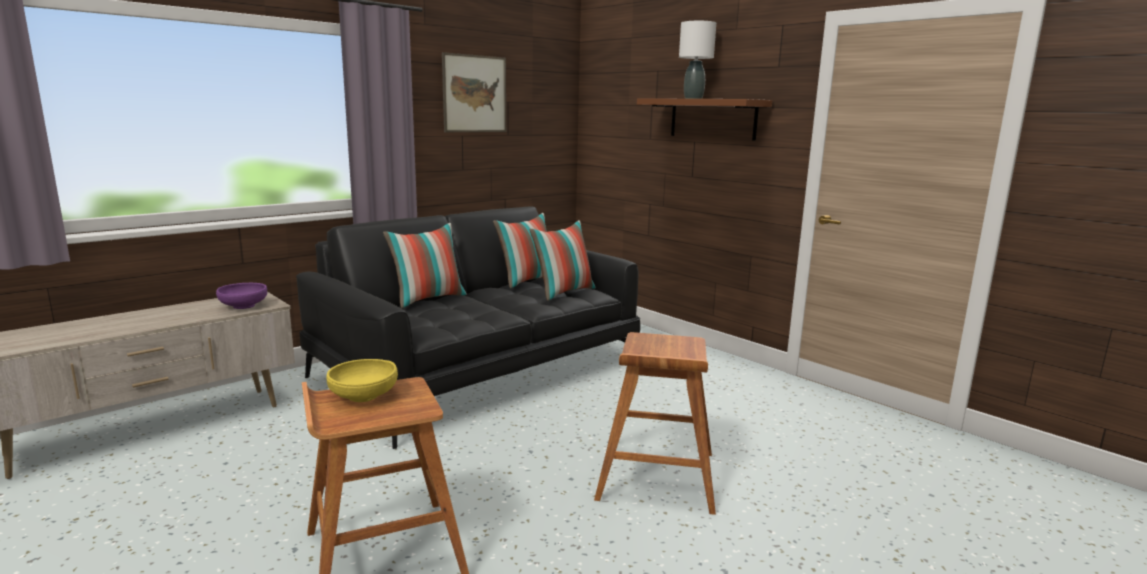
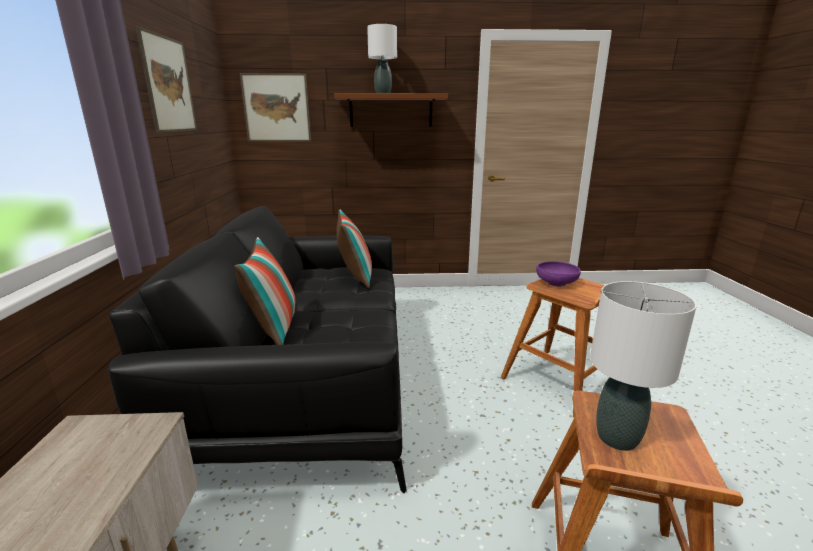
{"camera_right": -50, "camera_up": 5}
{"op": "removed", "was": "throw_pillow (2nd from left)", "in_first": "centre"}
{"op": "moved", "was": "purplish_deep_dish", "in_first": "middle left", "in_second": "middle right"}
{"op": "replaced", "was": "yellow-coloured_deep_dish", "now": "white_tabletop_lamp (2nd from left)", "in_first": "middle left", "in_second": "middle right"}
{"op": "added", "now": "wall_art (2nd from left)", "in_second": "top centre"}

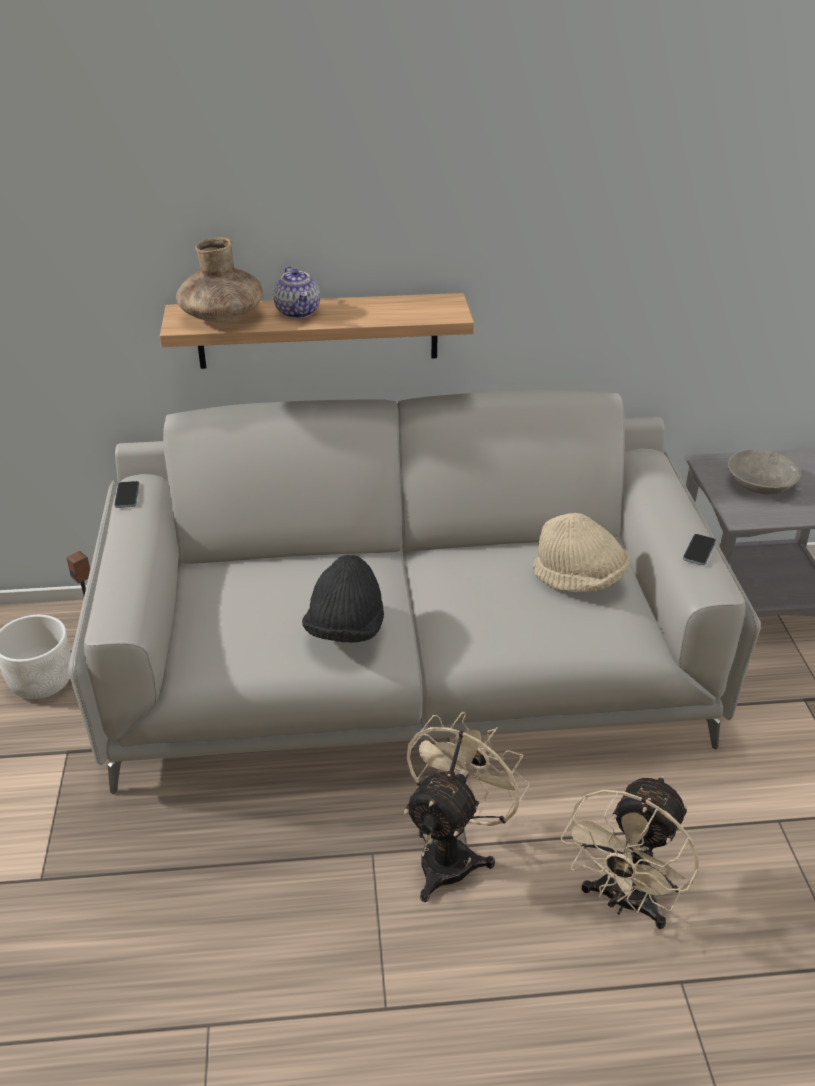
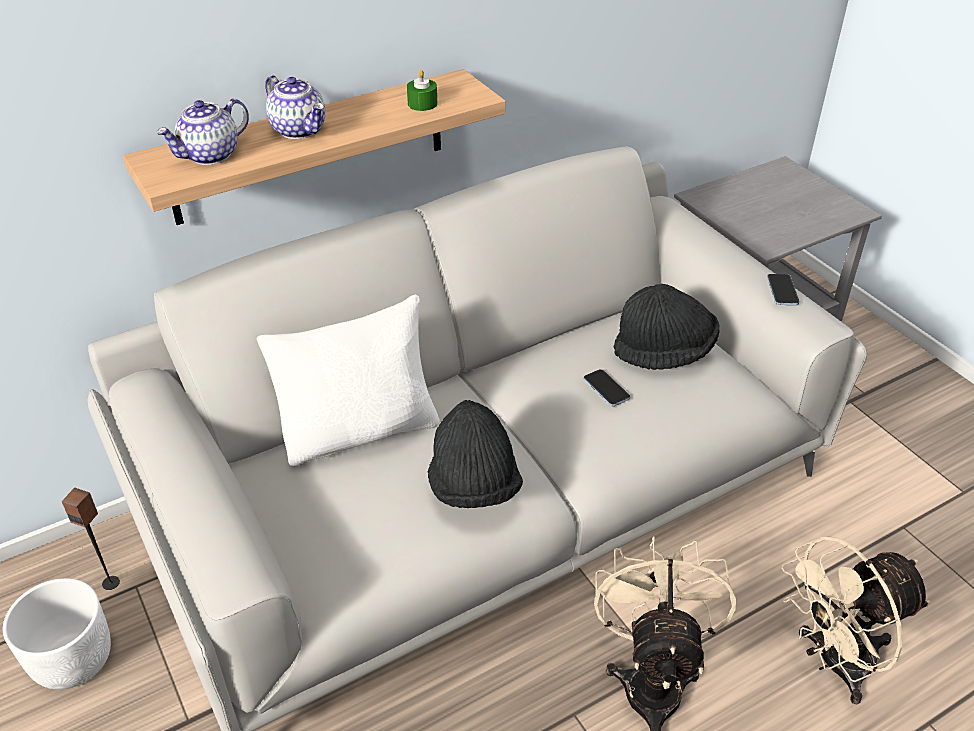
{"camera_right": -25, "camera_up": 5}
{"op": "replaced", "was": "brown_vase", "now": "teapot (1st from left)", "in_first": "top left", "in_second": "top left"}
{"op": "removed", "was": "grey_deep_dish", "in_first": "middle right"}
{"op": "moved", "was": "telephone (1st from left)", "in_first": "middle left", "in_second": "centre"}
{"op": "recoloured", "was": "sand-coloured_hat", "now": "black_hat (2nd from left)", "in_first": "middle right", "in_second": "middle right"}
{"op": "turned", "was": "sand-coloured_cooling_fan (2nd from left)", "in_first": "bottom right", "in_second": "bottom right", "clockwise": 60}
{"op": "added", "now": "greenish_wax_light", "in_second": "top centre"}
{"op": "added", "now": "white_throw_pillow", "in_second": "centre"}

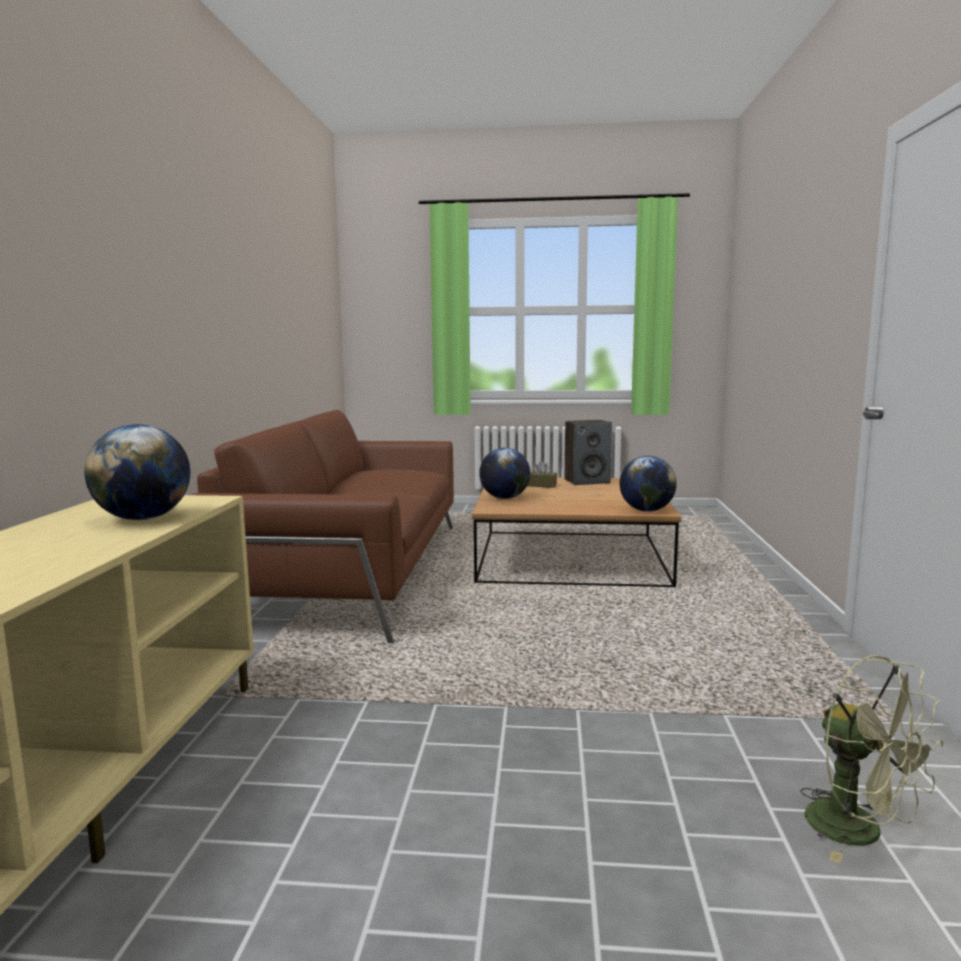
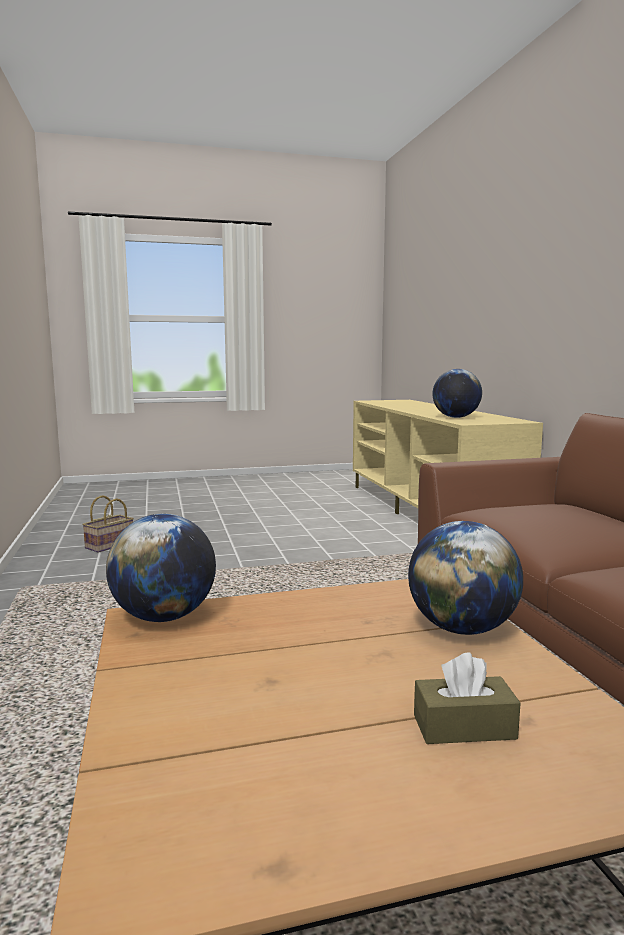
{"camera_right": 160, "camera_up": 0}
{"op": "removed", "was": "speaker", "in_first": "centre"}
{"op": "replaced", "was": "greenish_cooling_fan", "now": "household_basket", "in_first": "bottom right", "in_second": "middle left"}

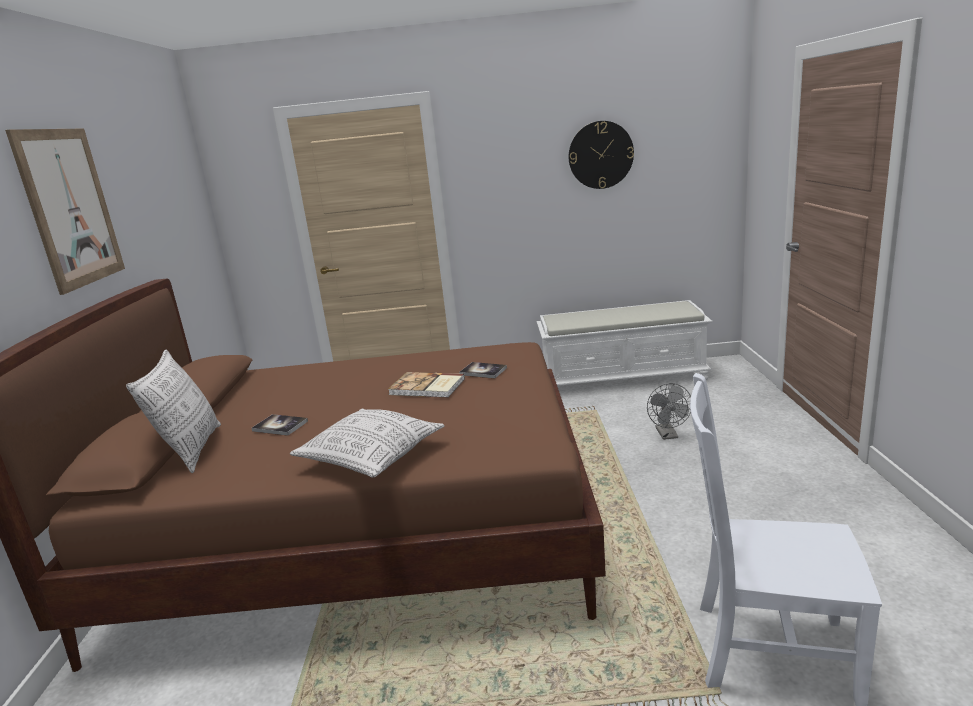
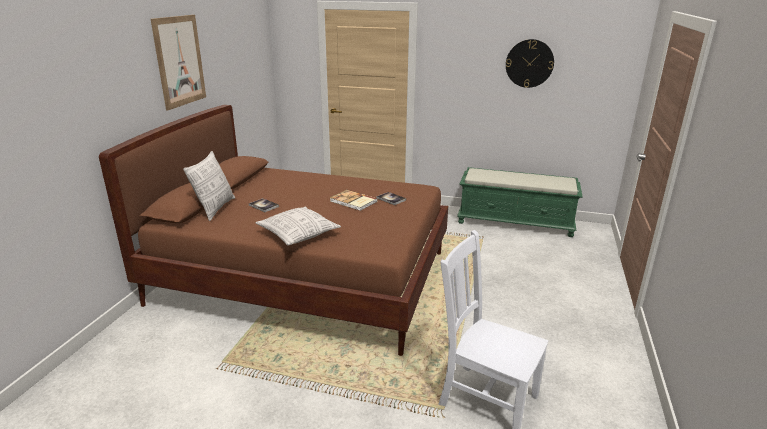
{"camera_right": 15, "camera_up": 5}
{"op": "recoloured", "was": "white_indoor_bench", "now": "greenish_indoor_bench", "in_first": "centre", "in_second": "middle right"}
{"op": "removed", "was": "grey_cooling_fan", "in_first": "middle right"}

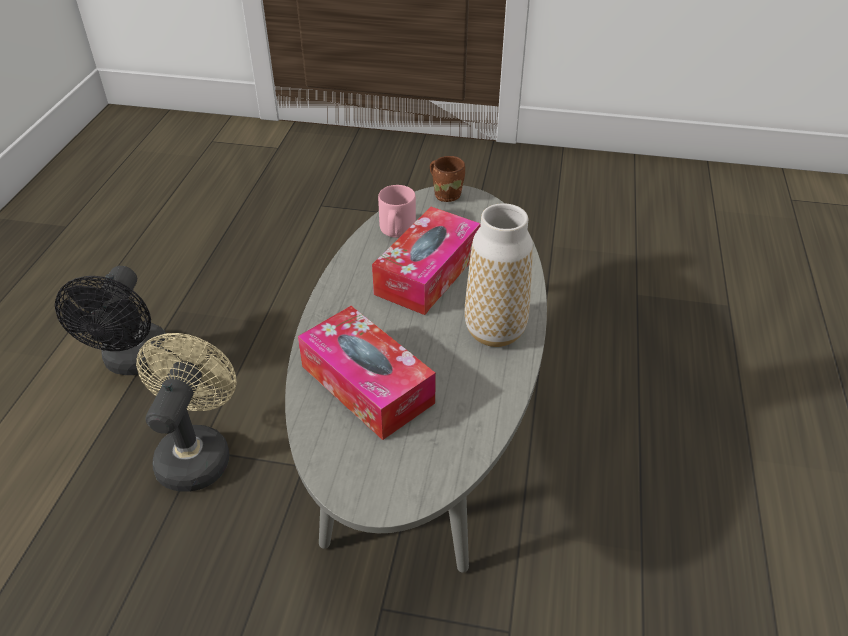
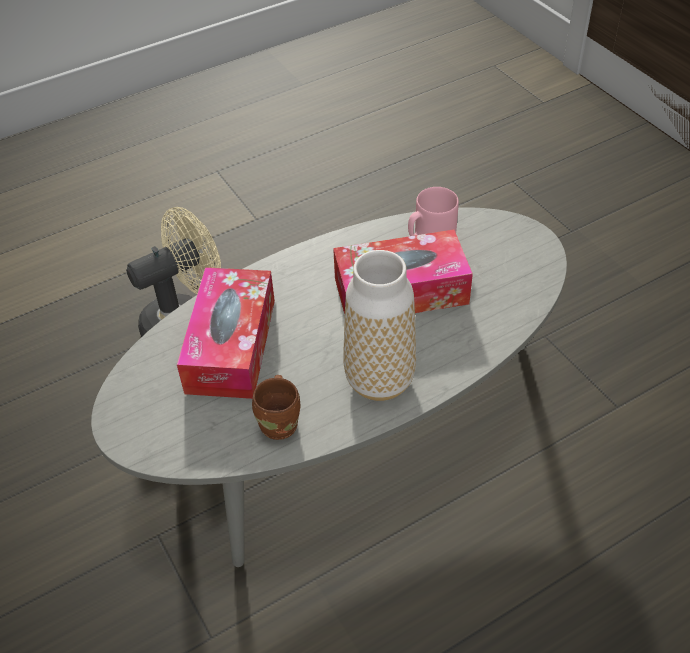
{"camera_right": 50, "camera_up": 5}
{"op": "moved", "was": "brown_mug", "in_first": "top centre", "in_second": "centre"}
{"op": "removed", "was": "black_cooling_fan", "in_first": "middle left"}

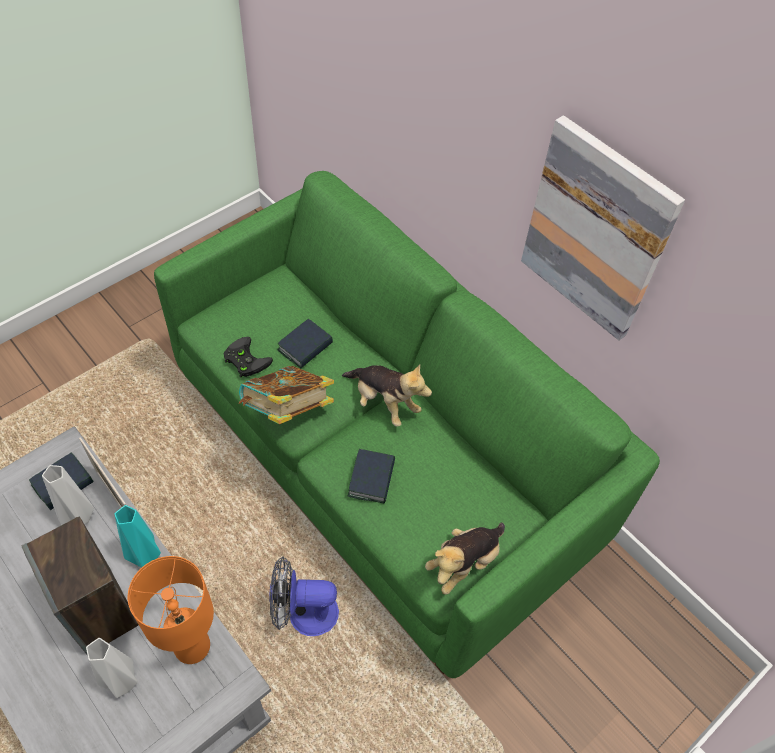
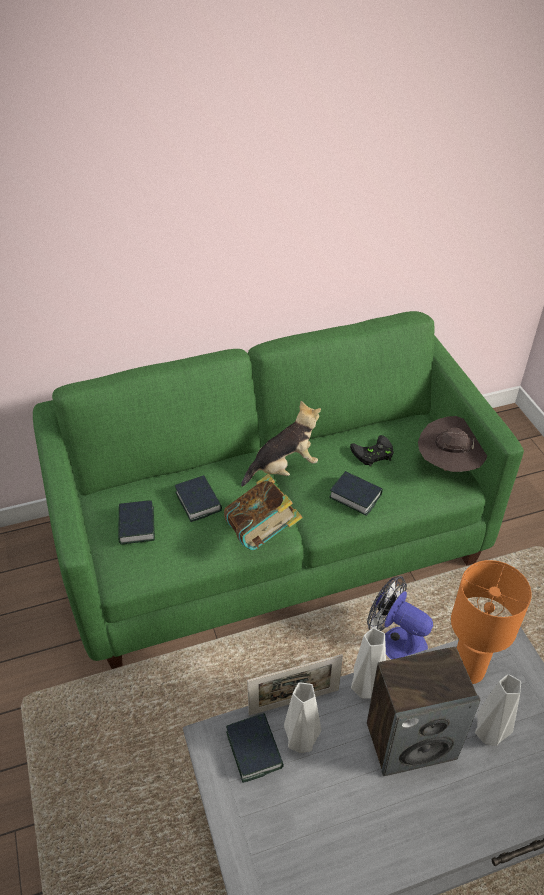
{"camera_right": -65, "camera_up": -10}
{"op": "removed", "was": "wall_art", "in_first": "top right"}
{"op": "moved", "was": "black_game_controller", "in_first": "middle left", "in_second": "middle right"}
{"op": "recoloured", "was": "turquoise-coloured_vase", "now": "grey_vase (2nd from left)", "in_first": "bottom left", "in_second": "bottom right"}
{"op": "replaced", "was": "soft_toy (2nd from left)", "now": "brown_hat", "in_first": "bottom centre", "in_second": "middle right"}
{"op": "turned", "was": "cooling_fan", "in_first": "bottom centre", "in_second": "bottom right", "clockwise": 105}
{"op": "added", "now": "book (1st from left)", "in_second": "middle left"}

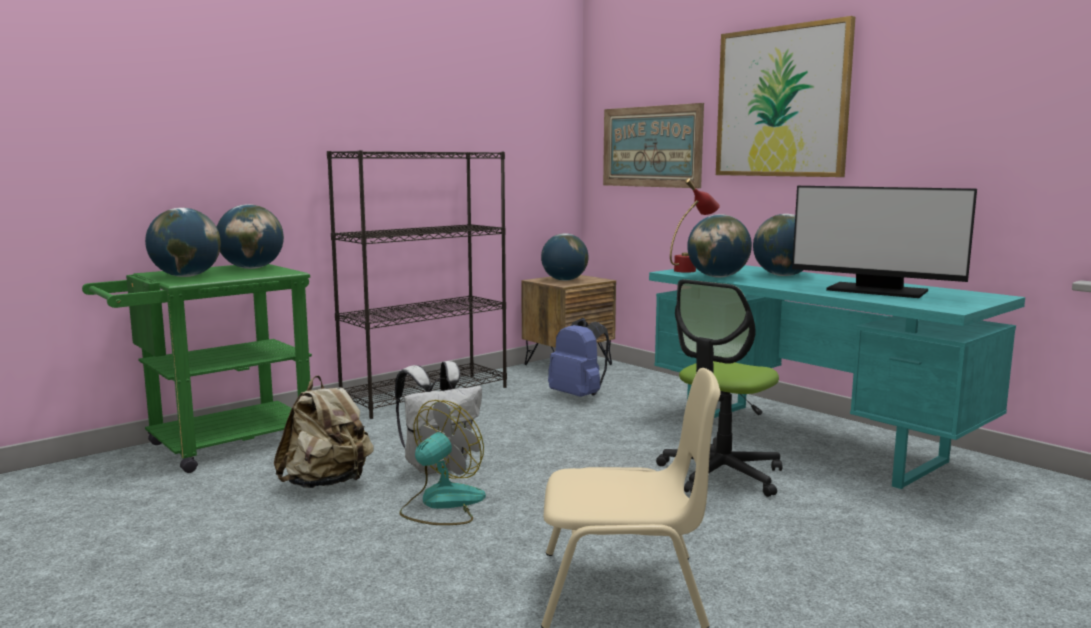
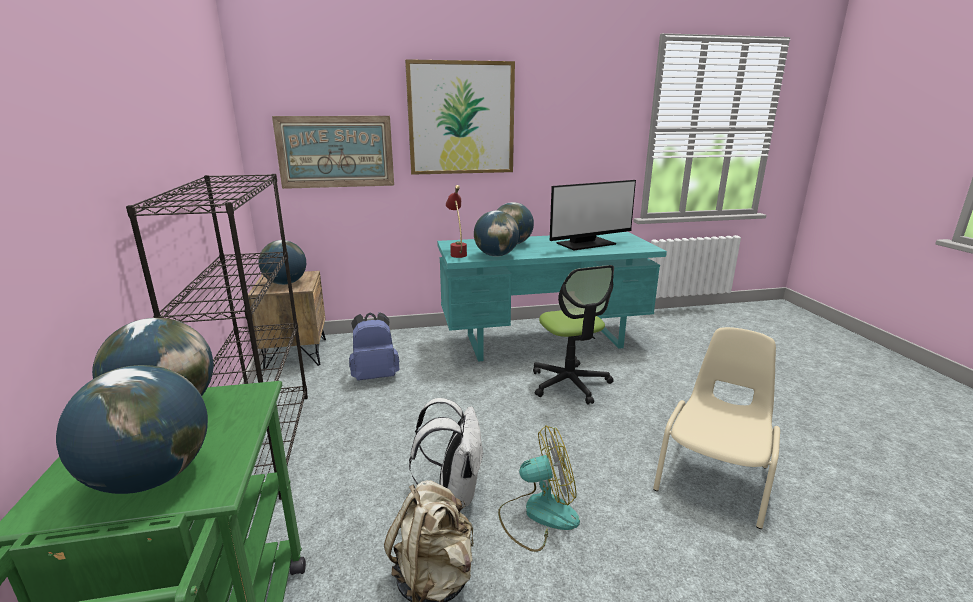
{"camera_right": -60, "camera_up": 10}
{"op": "turned", "was": "cooling_fan", "in_first": "bottom centre", "in_second": "bottom centre", "clockwise": 105}

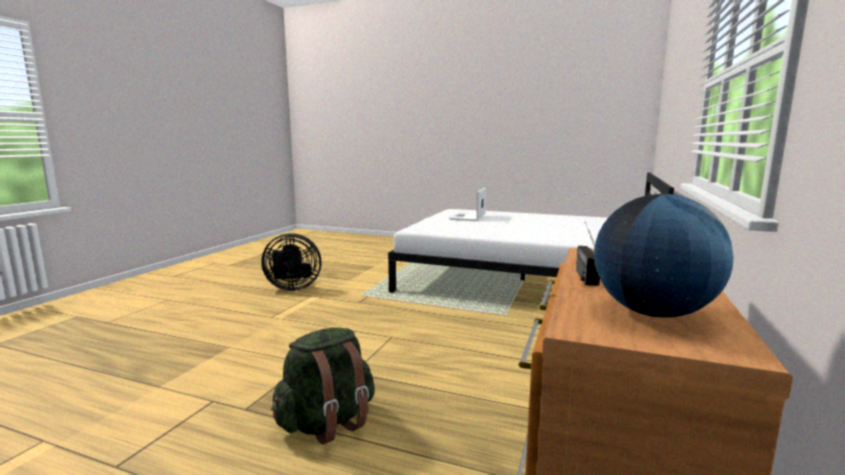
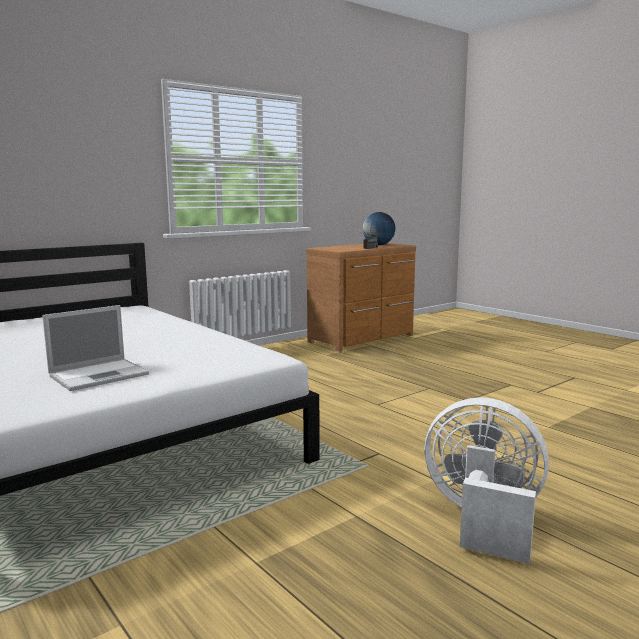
{"camera_right": -150, "camera_up": 0}
{"op": "recoloured", "was": "black_cooling_fan", "now": "white_cooling_fan", "in_first": "centre", "in_second": "bottom right"}
{"op": "removed", "was": "greenish_rucksack", "in_first": "bottom centre"}

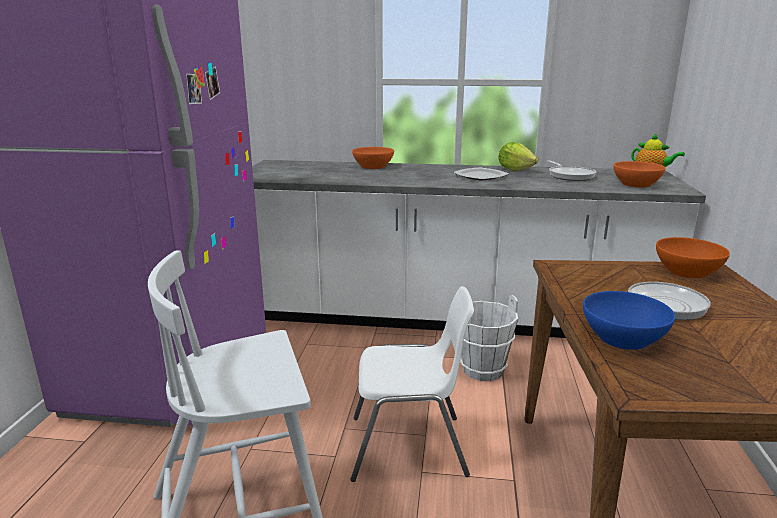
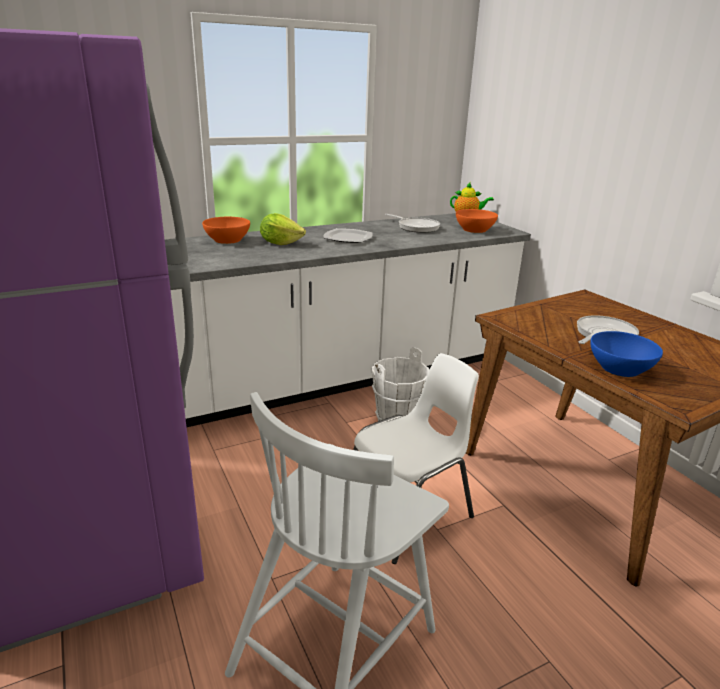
{"camera_right": -35, "camera_up": 5}
{"op": "moved", "was": "lettuce", "in_first": "top right", "in_second": "top centre"}
{"op": "removed", "was": "orange_deep_dish (3rd from left)", "in_first": "middle right"}

